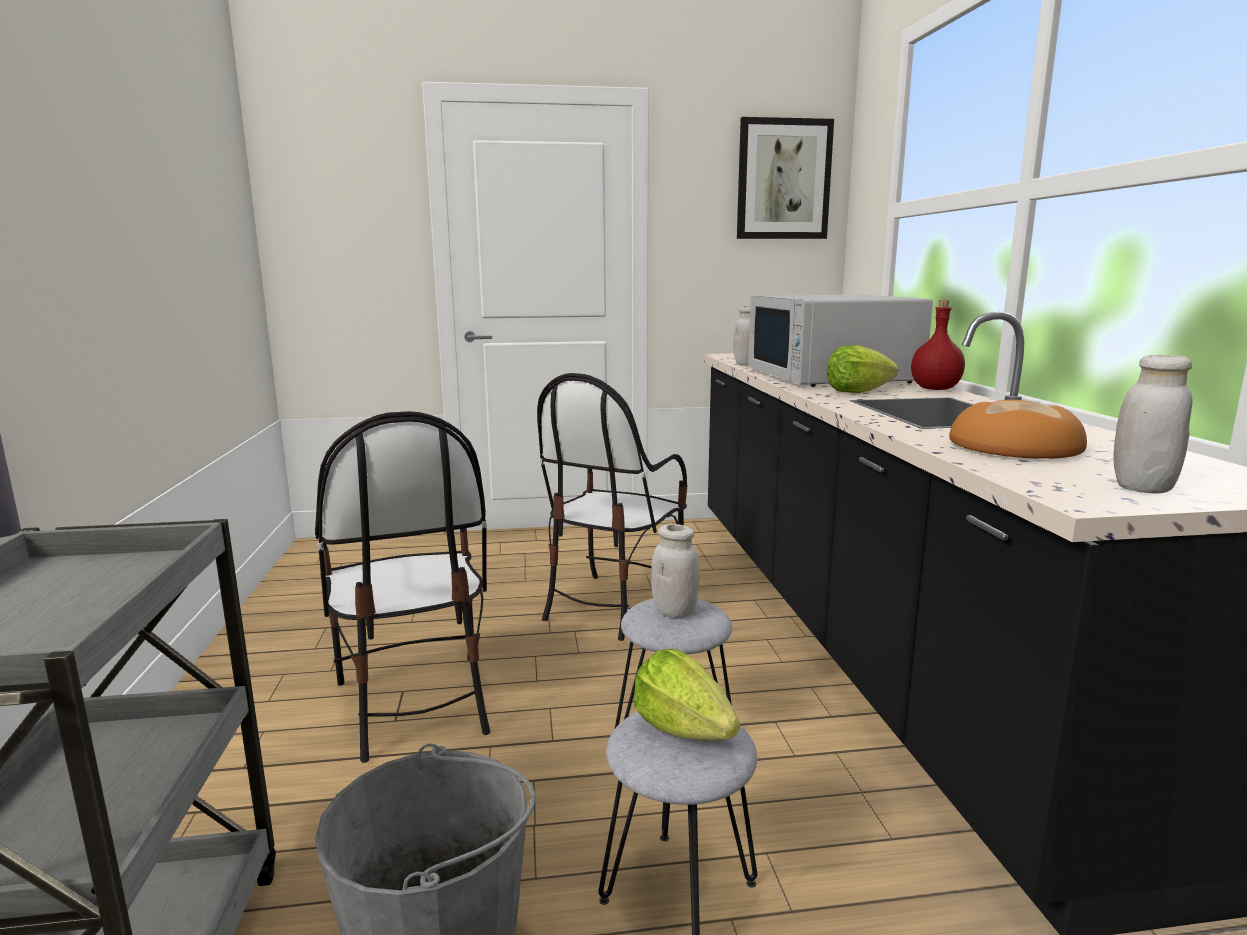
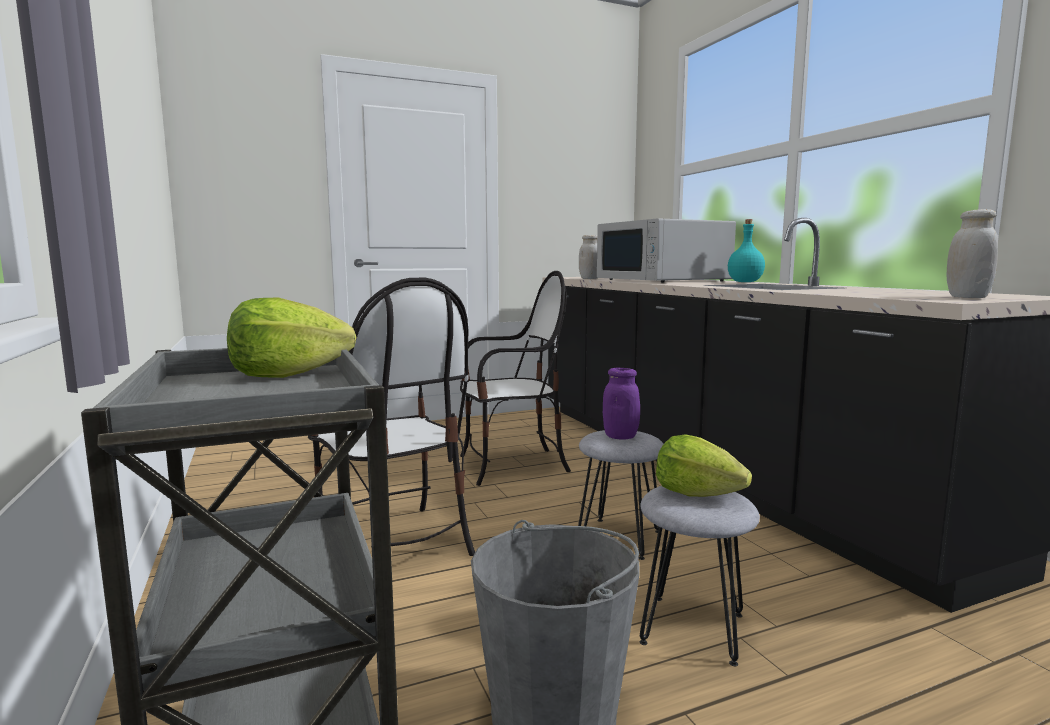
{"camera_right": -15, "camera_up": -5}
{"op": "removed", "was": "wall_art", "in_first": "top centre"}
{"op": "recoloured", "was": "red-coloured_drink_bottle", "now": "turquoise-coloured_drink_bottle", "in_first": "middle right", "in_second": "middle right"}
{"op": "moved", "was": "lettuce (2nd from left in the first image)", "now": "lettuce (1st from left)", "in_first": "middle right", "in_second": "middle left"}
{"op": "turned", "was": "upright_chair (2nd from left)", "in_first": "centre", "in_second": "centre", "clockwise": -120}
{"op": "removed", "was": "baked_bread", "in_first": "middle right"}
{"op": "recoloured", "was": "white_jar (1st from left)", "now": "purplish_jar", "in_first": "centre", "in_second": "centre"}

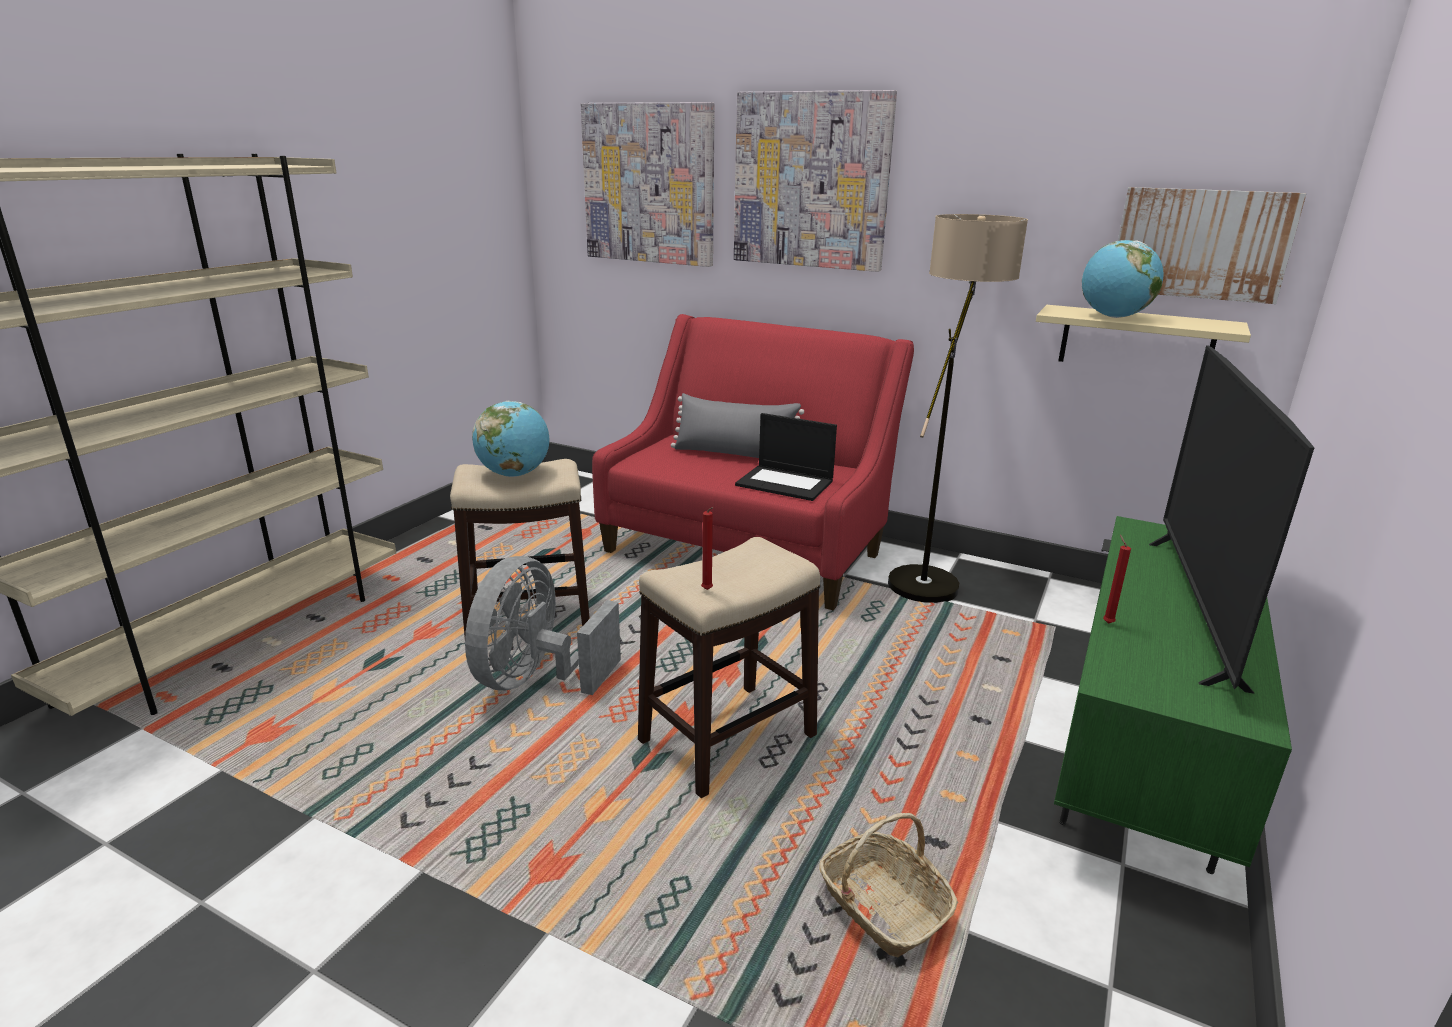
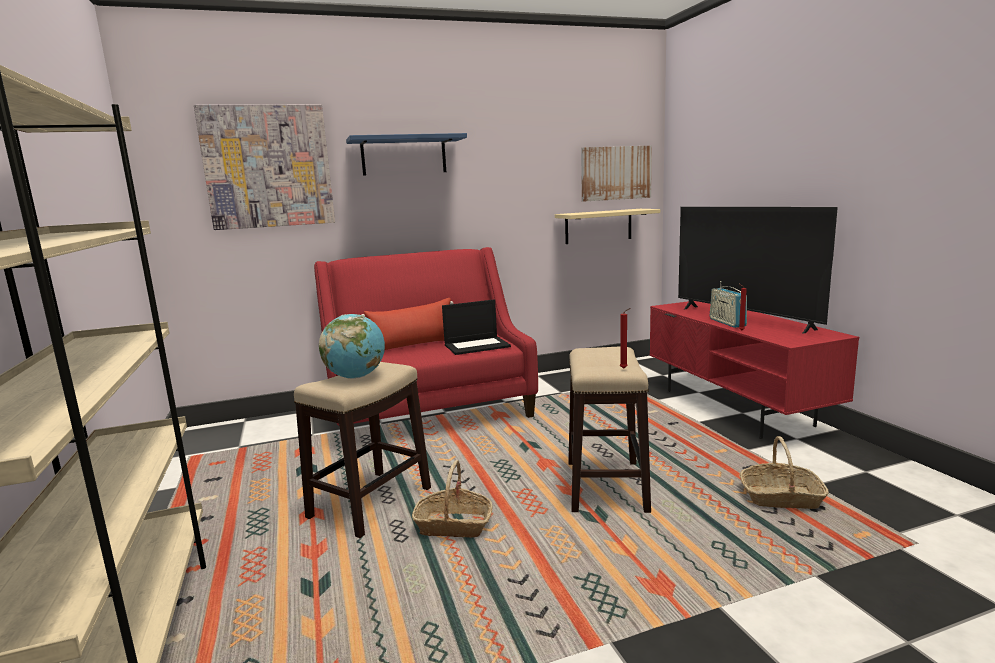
{"camera_right": -45, "camera_up": -10}
{"op": "replaced", "was": "wall_art (2nd from left)", "now": "blue-coloured_shelf", "in_first": "top centre", "in_second": "top centre"}
{"op": "removed", "was": "standing_lamp", "in_first": "centre"}
{"op": "removed", "was": "desk_globe (2nd from left)", "in_first": "top right"}
{"op": "recoloured", "was": "grey_throw_pillow", "now": "red-coloured_throw_pillow", "in_first": "centre", "in_second": "centre"}
{"op": "recoloured", "was": "greenish_media_console", "now": "red-coloured_media_console", "in_first": "bottom right", "in_second": "middle right"}
{"op": "replaced", "was": "grey_cooling_fan", "now": "household_basket (1st from left)", "in_first": "centre", "in_second": "bottom centre"}
{"op": "added", "now": "radio", "in_second": "middle right"}

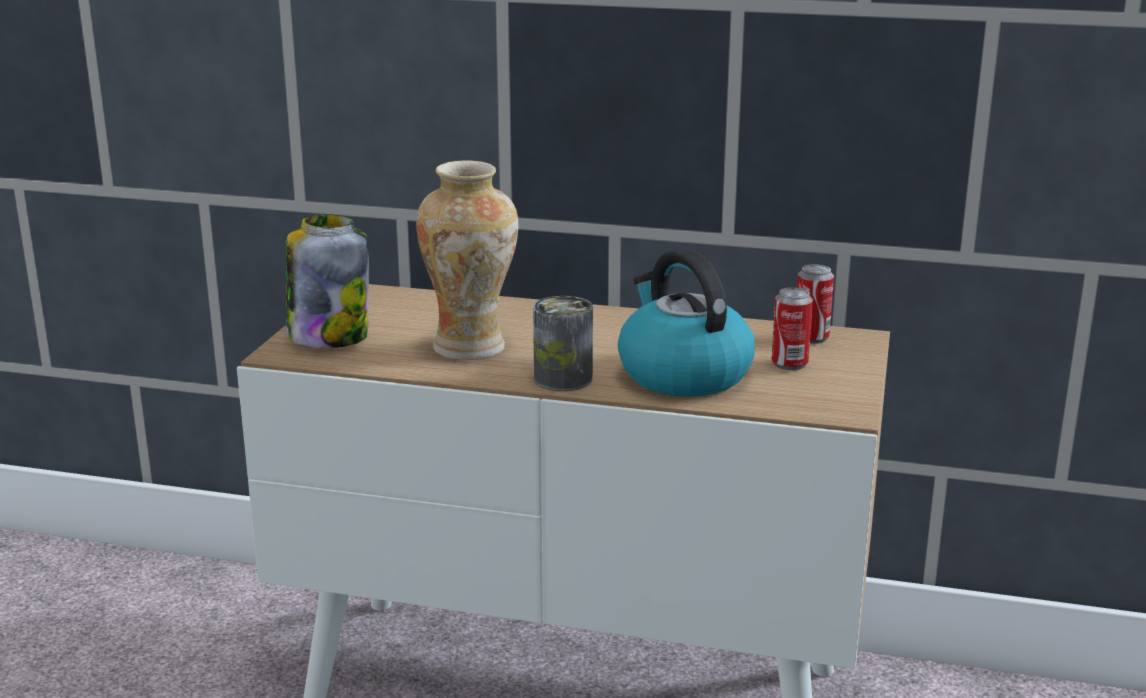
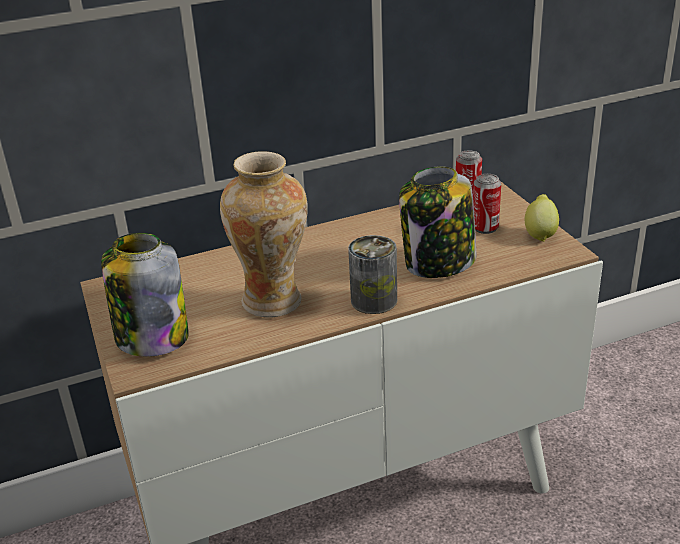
{"camera_right": -35, "camera_up": 10}
{"op": "replaced", "was": "tea_kettle", "now": "jar (2nd from left)", "in_first": "centre", "in_second": "centre"}
{"op": "added", "now": "whole_lemon", "in_second": "middle right"}

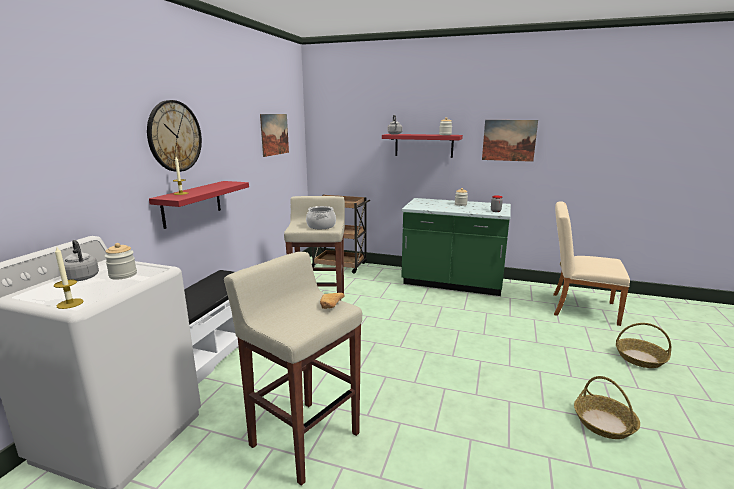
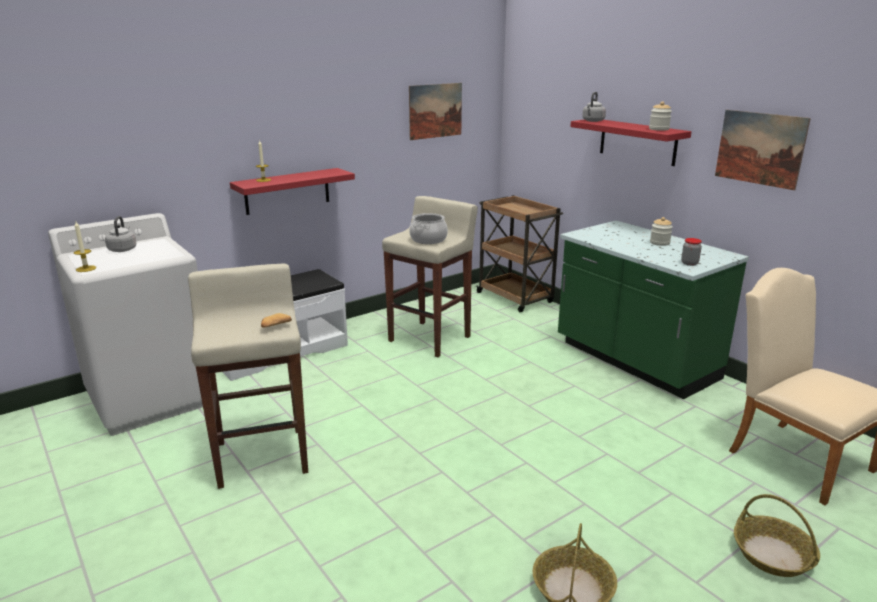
{"camera_right": 35, "camera_up": 5}
{"op": "removed", "was": "hanging_clock", "in_first": "top left"}
{"op": "removed", "was": "jar (1st from left)", "in_first": "middle left"}

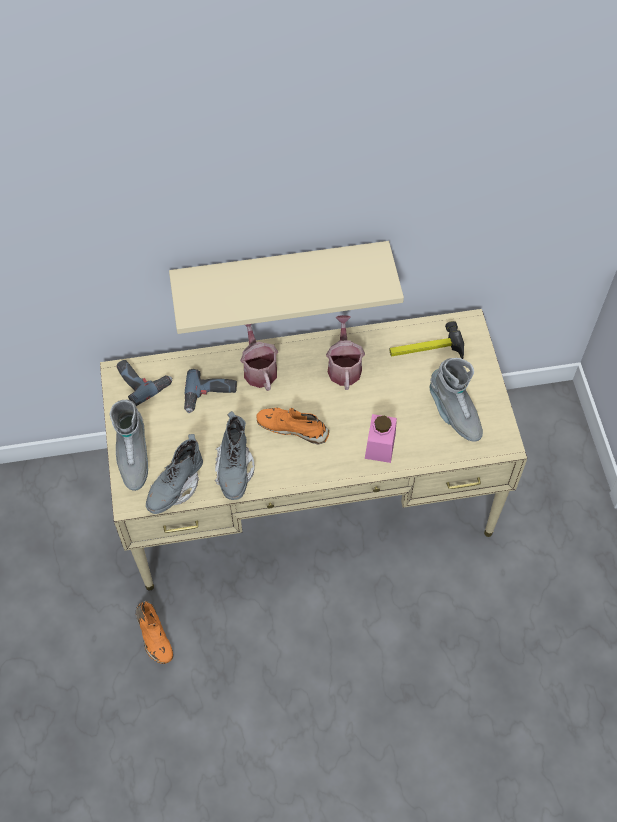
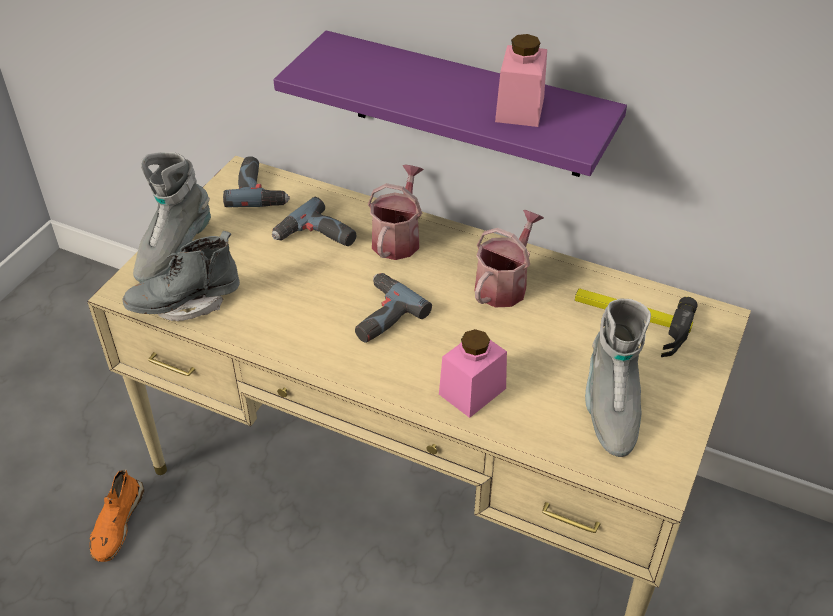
{"camera_right": 35, "camera_up": -15}
{"op": "recoloured", "was": "sand-coloured_shelf", "now": "purplish_shelf", "in_first": "centre", "in_second": "top centre"}
{"op": "replaced", "was": "orange_low_shoe (2nd from left)", "now": "power_drill (3rd from left)", "in_first": "centre", "in_second": "centre"}
{"op": "removed", "was": "grey_tall_boot (3rd from left)", "in_first": "centre"}
{"op": "added", "now": "pinkish_jar (2nd from left)", "in_second": "top centre"}

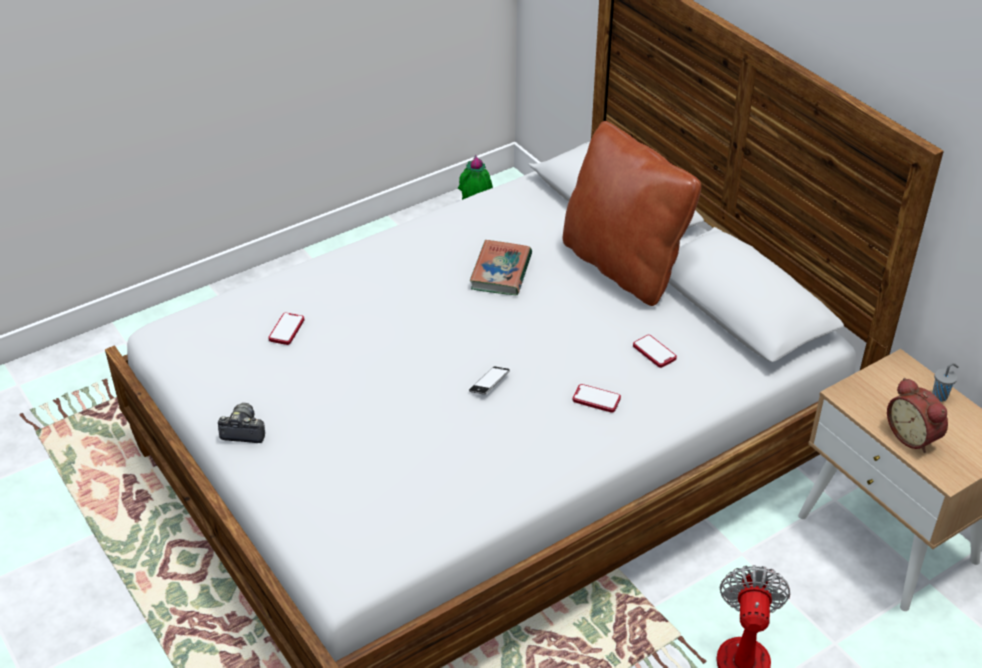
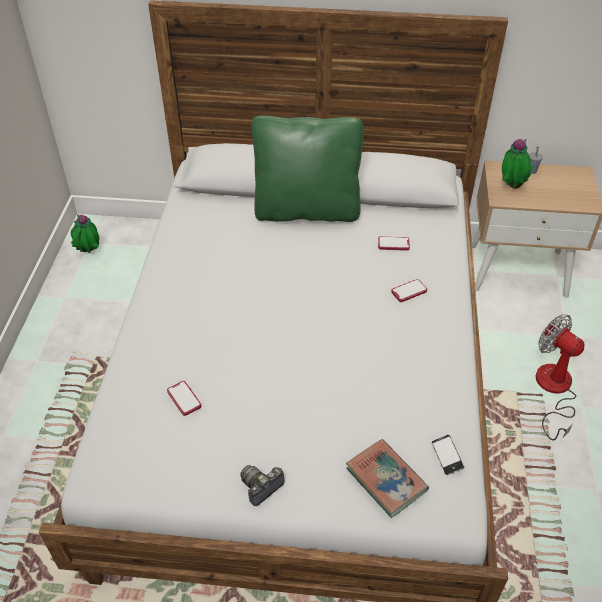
{"camera_right": -50, "camera_up": 5}
{"op": "recoloured", "was": "brown_throw_pillow", "now": "greenish_throw_pillow", "in_first": "top centre", "in_second": "top centre"}
{"op": "moved", "was": "book", "in_first": "centre", "in_second": "bottom centre"}
{"op": "moved", "was": "telephone (2nd from left in the first image)", "now": "telephone (4th from left)", "in_first": "centre", "in_second": "bottom right"}
{"op": "removed", "was": "bedside_clock", "in_first": "middle right"}
{"op": "added", "now": "potted_plant (2nd from left)", "in_second": "top right"}

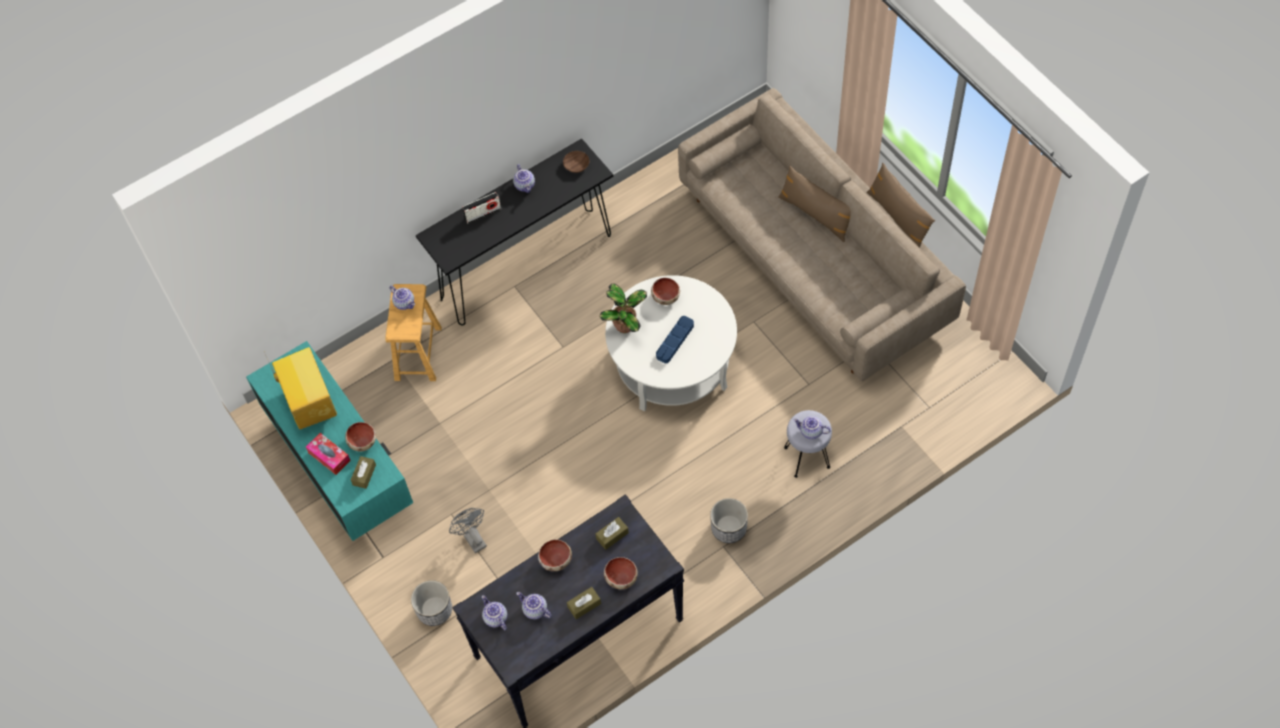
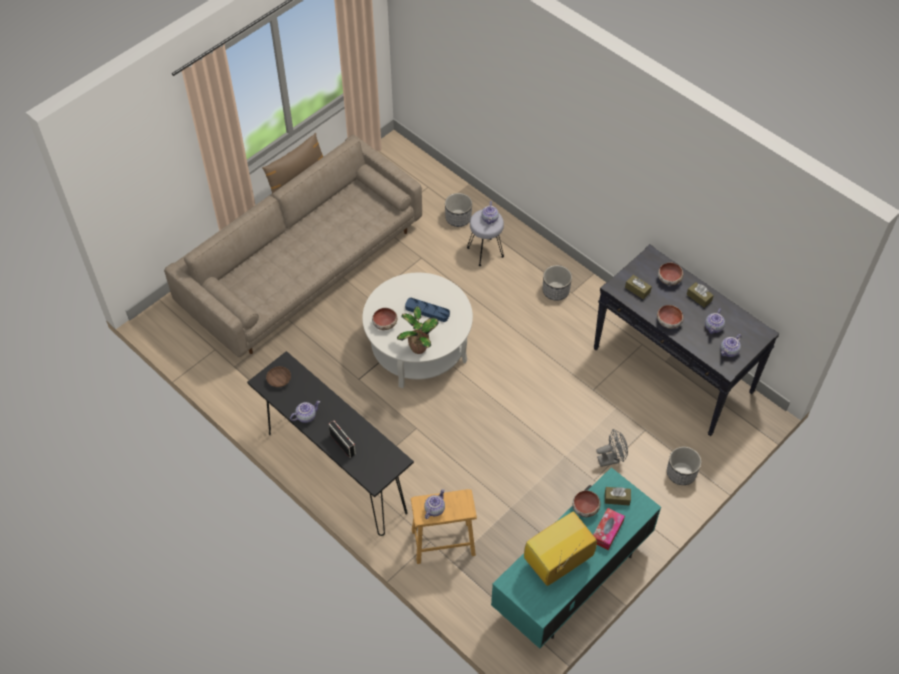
{"camera_right": -105, "camera_up": -5}
{"op": "removed", "was": "brown_throw_pillow (1st from left)", "in_first": "top centre"}
{"op": "turned", "was": "grey_cooling_fan", "in_first": "bottom centre", "in_second": "middle right", "clockwise": -150}
{"op": "added", "now": "planter (1st from left)", "in_second": "top centre"}

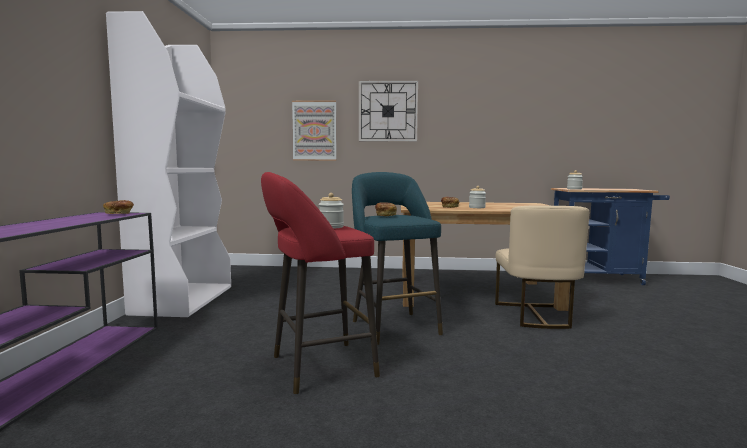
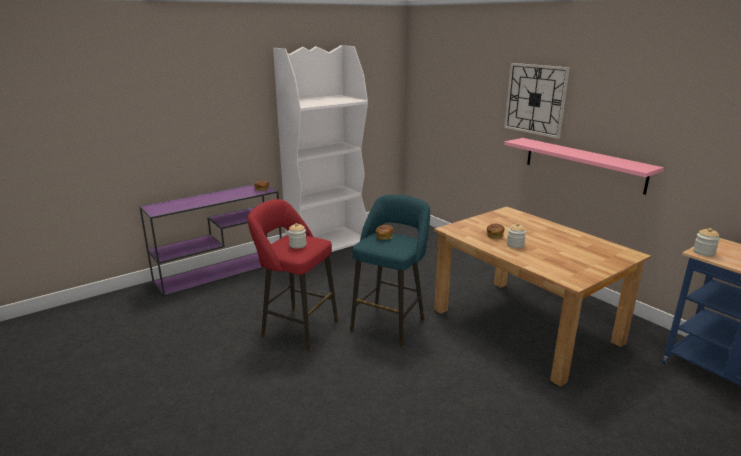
{"camera_right": 50, "camera_up": 15}
{"op": "removed", "was": "wall_art", "in_first": "top centre"}
{"op": "removed", "was": "sand-coloured_upright_chair", "in_first": "middle right"}
{"op": "added", "now": "pinkish_shelf", "in_second": "middle right"}

